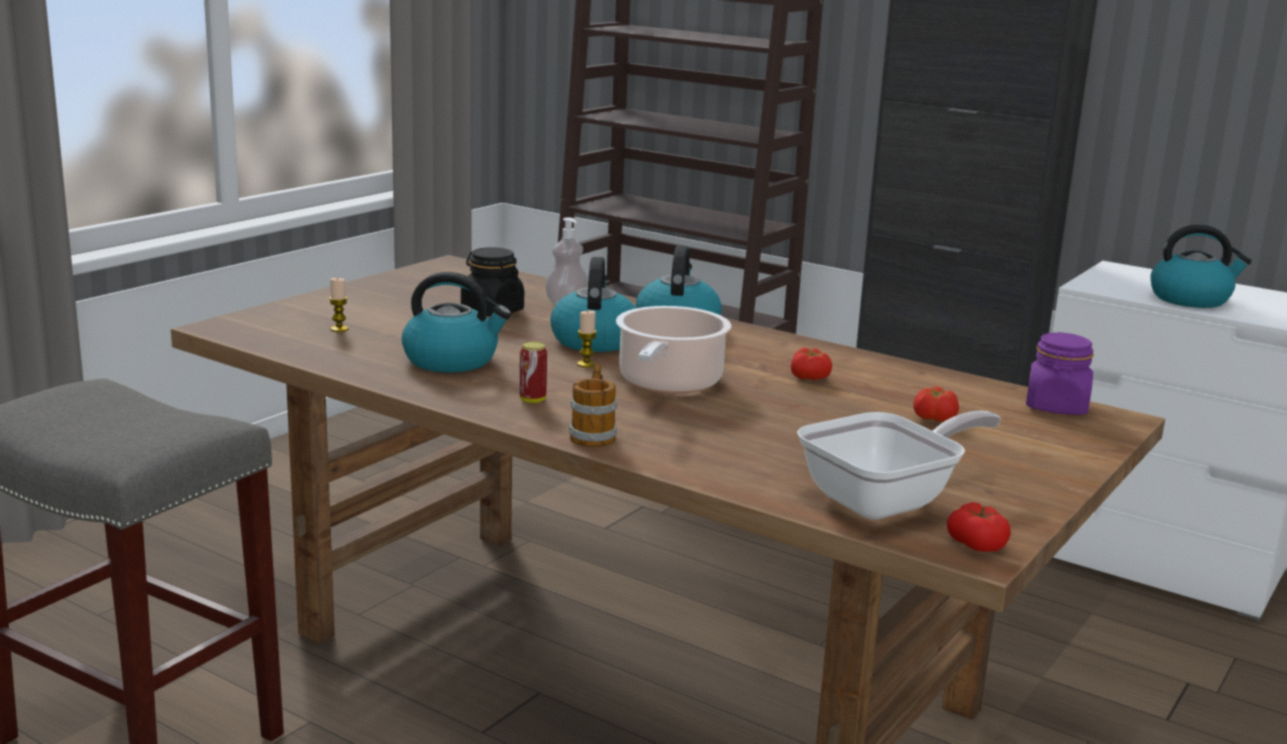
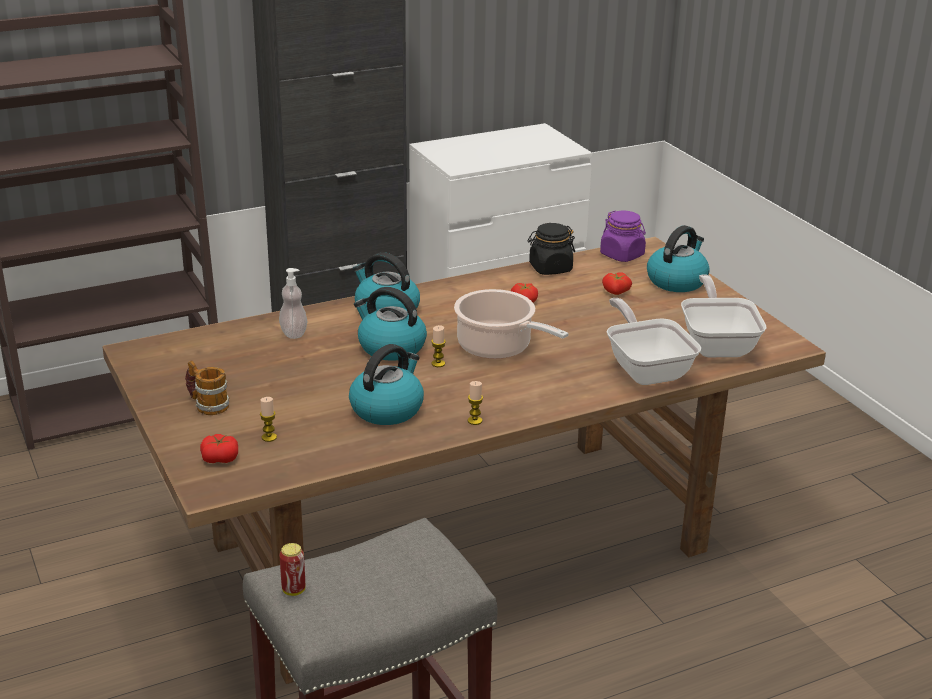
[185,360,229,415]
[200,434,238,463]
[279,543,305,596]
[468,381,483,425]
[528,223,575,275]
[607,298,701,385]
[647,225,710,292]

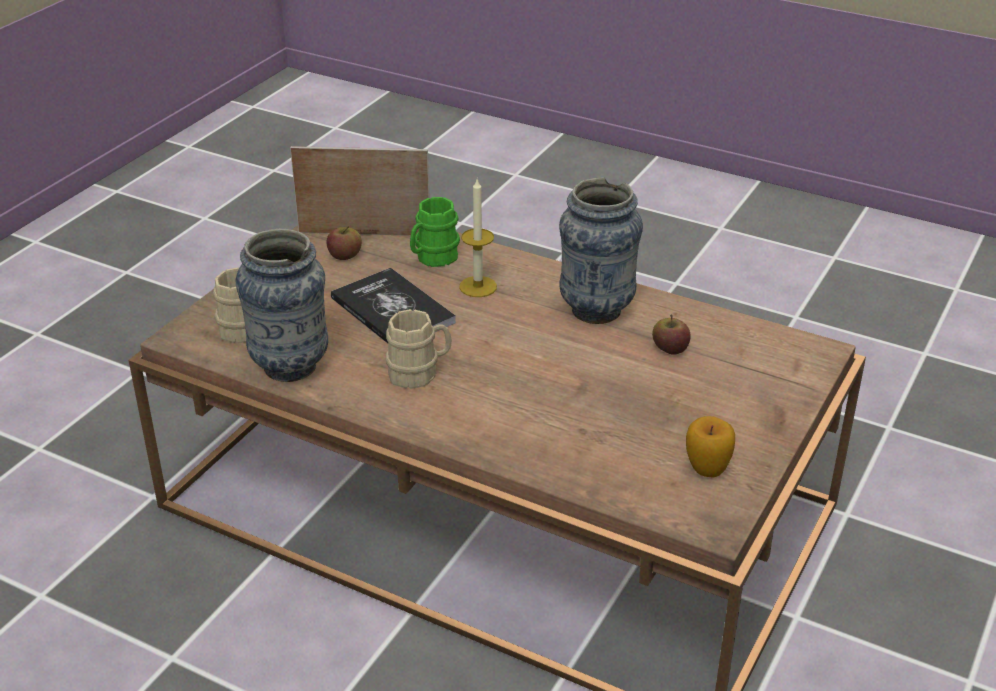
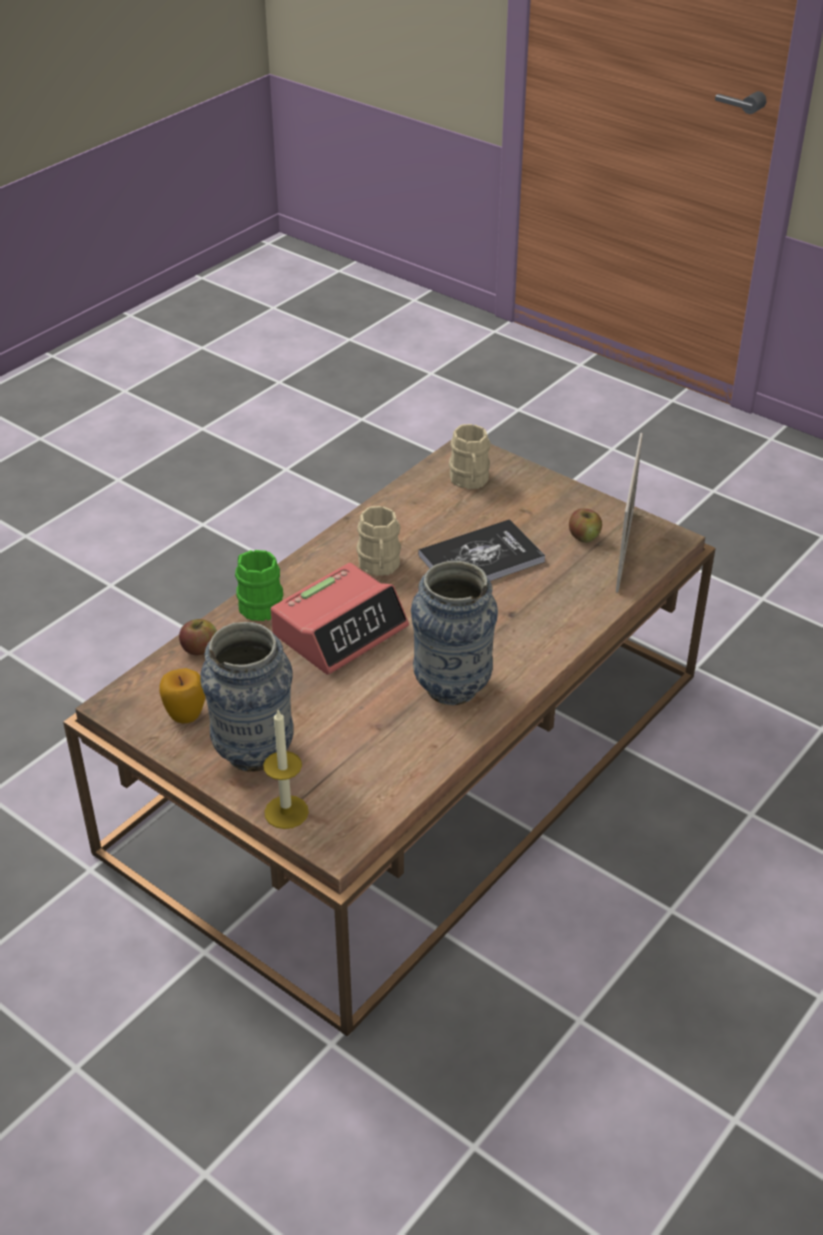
[179,619,217,655]
[200,622,294,772]
[235,550,283,621]
[263,710,309,829]
[271,563,409,675]

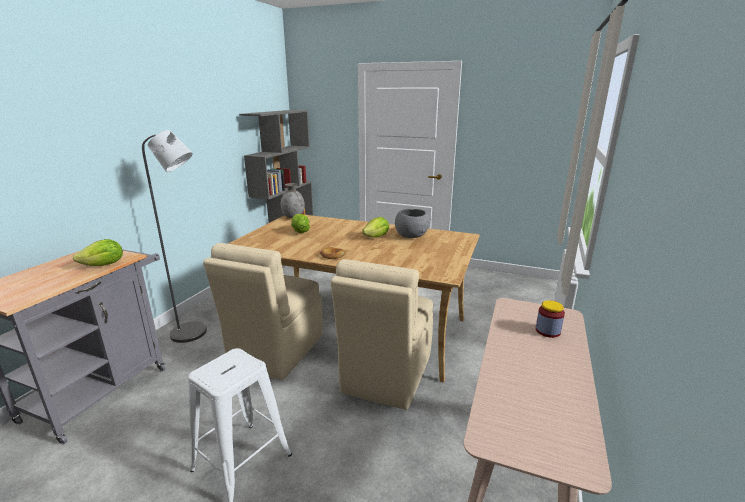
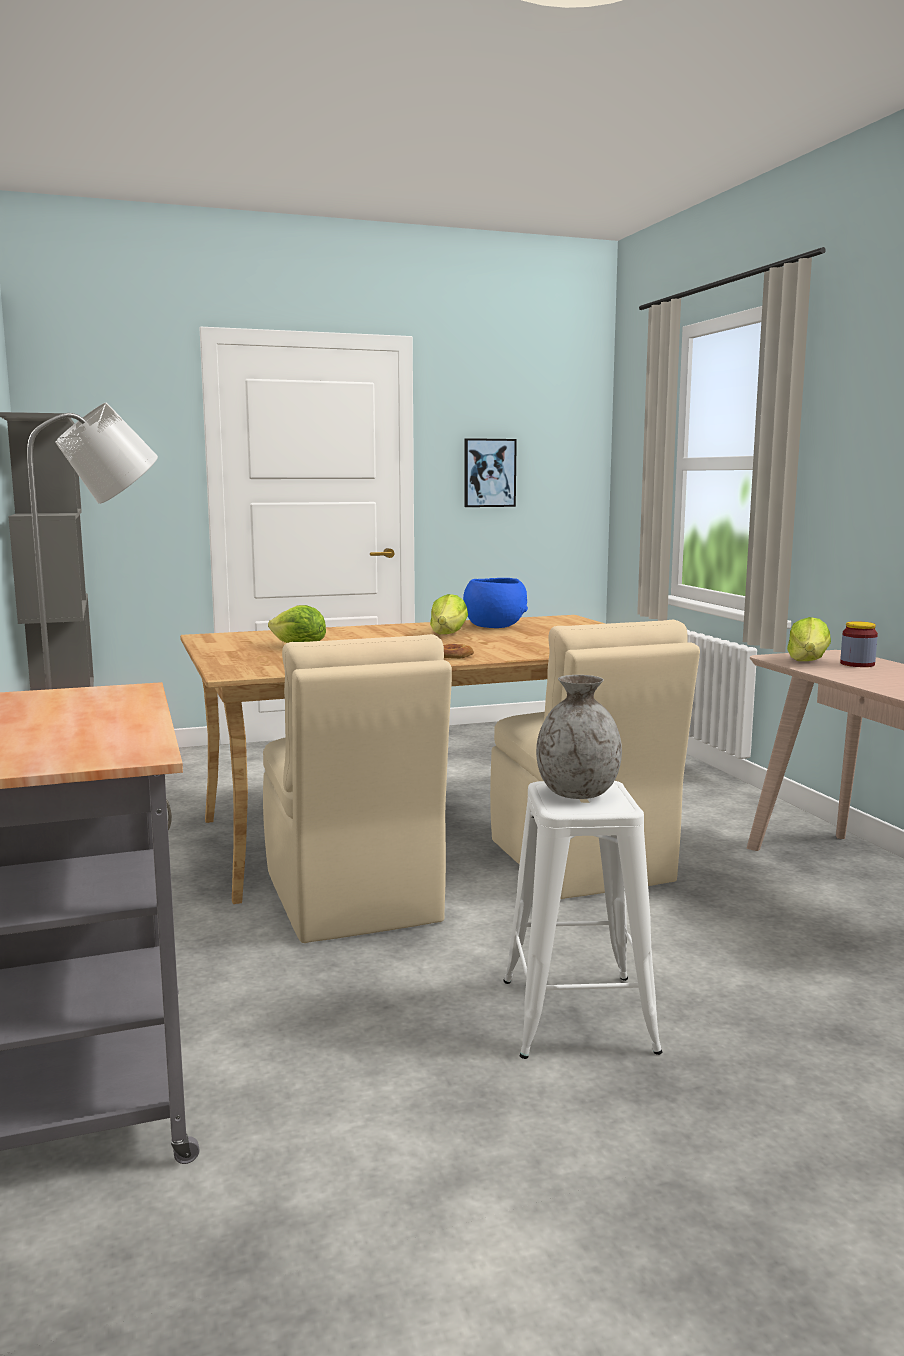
[463,578,528,628]
[464,438,517,507]
[536,675,622,799]
[787,617,831,661]

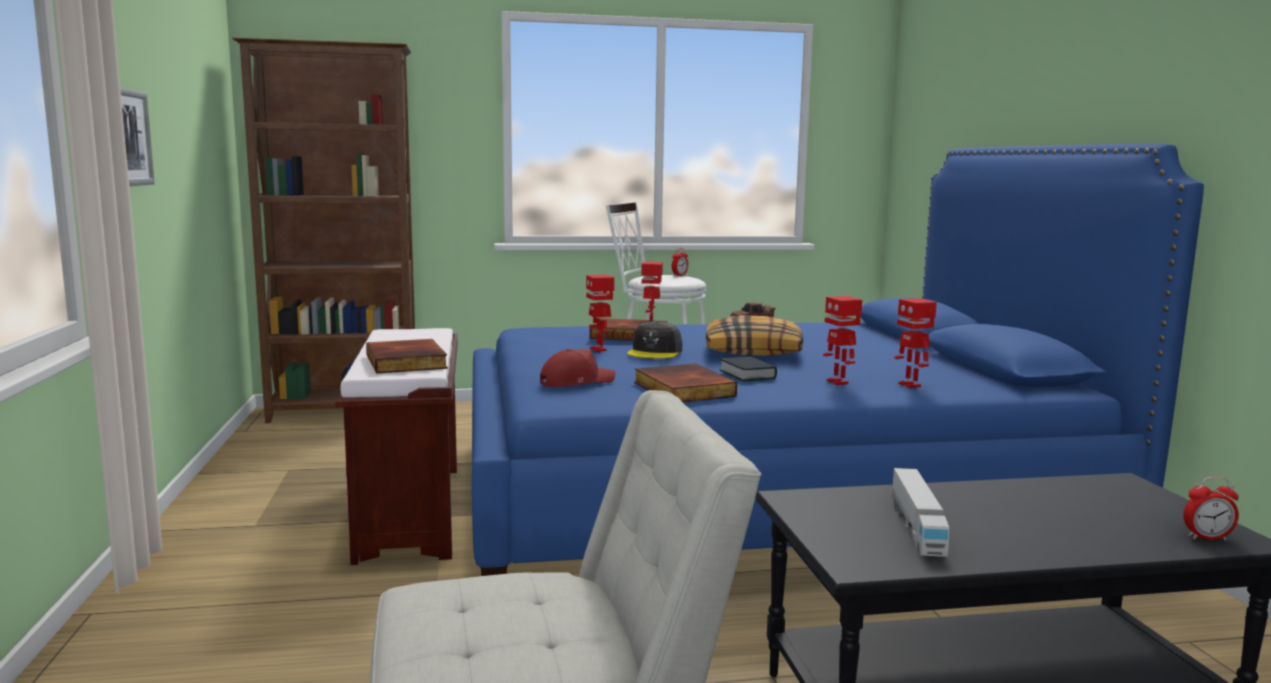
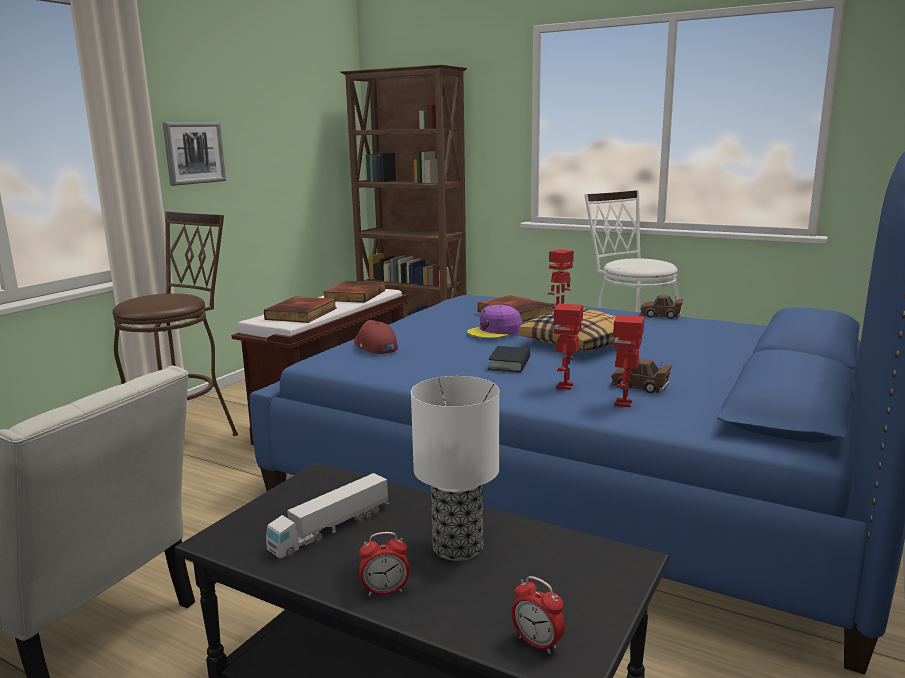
[112,212,238,436]
[323,281,385,303]
[354,320,398,354]
[359,532,410,596]
[411,376,499,561]
[467,305,522,338]
[611,358,672,393]
[586,275,614,352] (first image)

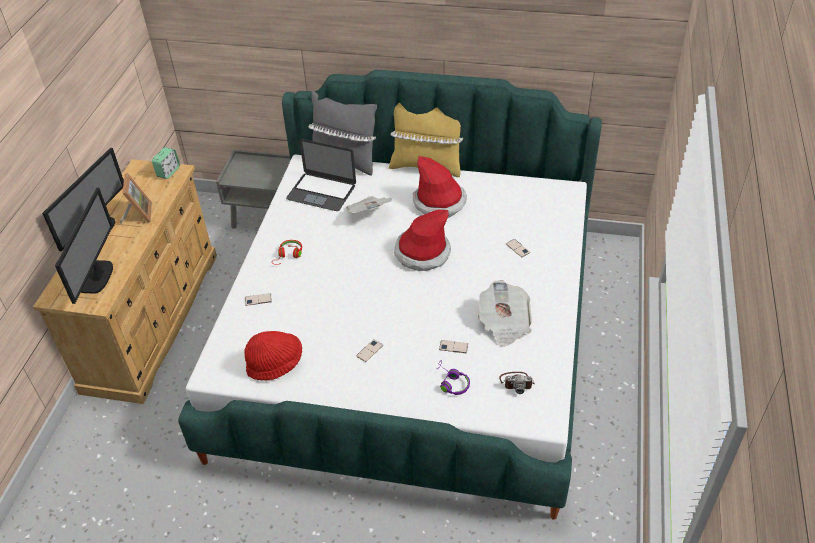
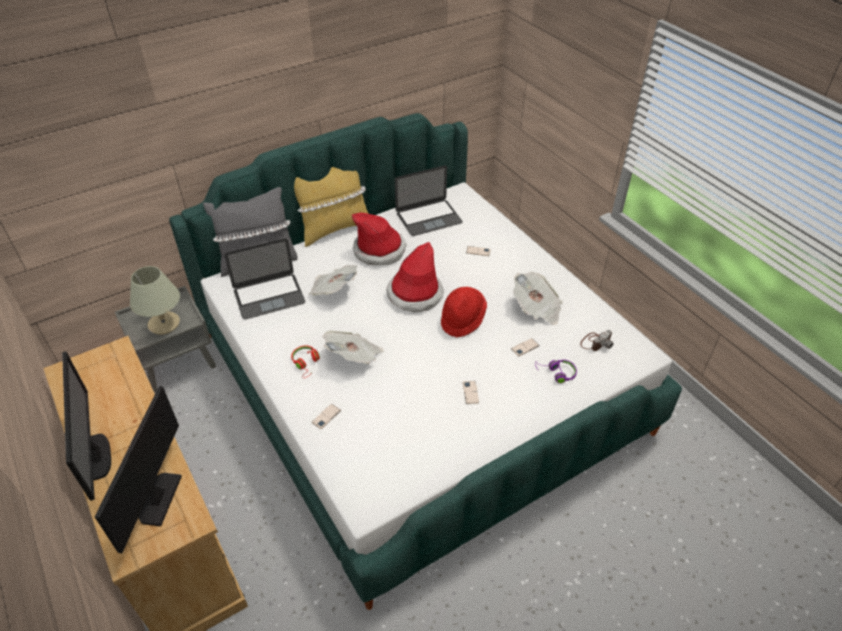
[95,386,182,553]
[130,266,180,335]
[323,331,384,364]
[395,165,463,236]
[441,286,487,338]
[120,173,152,224] (first image)
[152,147,180,179] (first image)

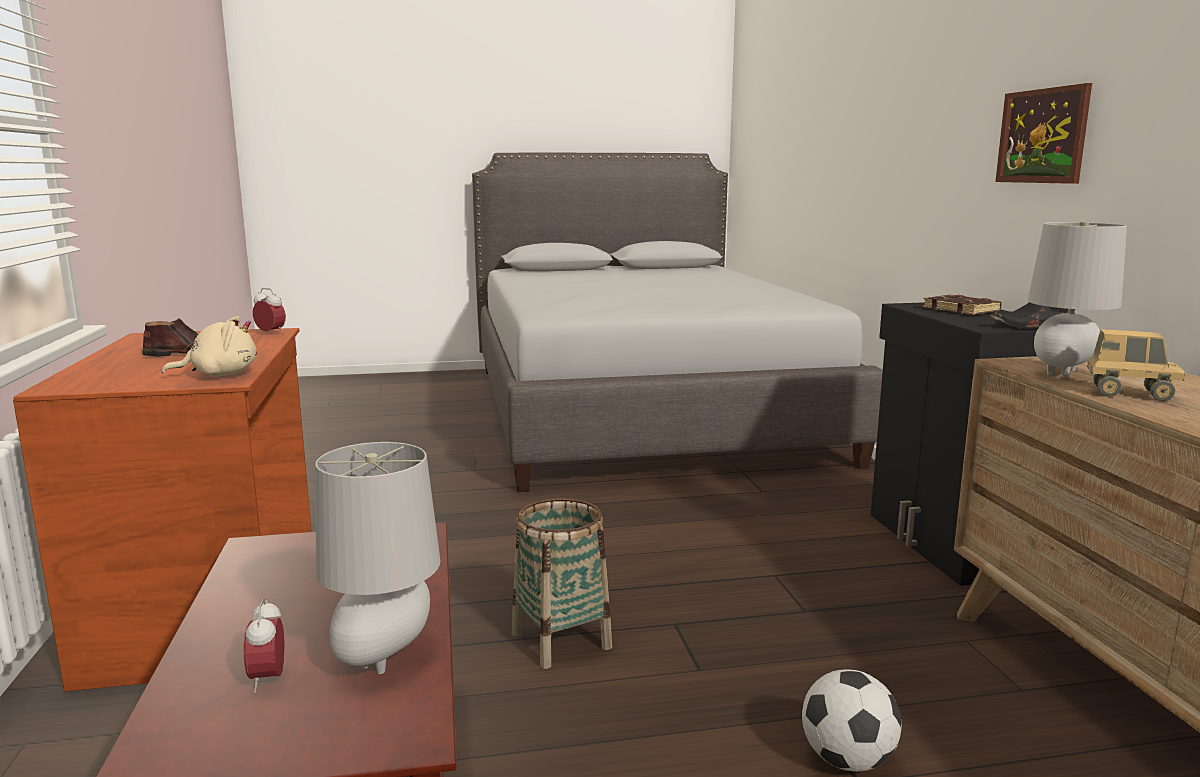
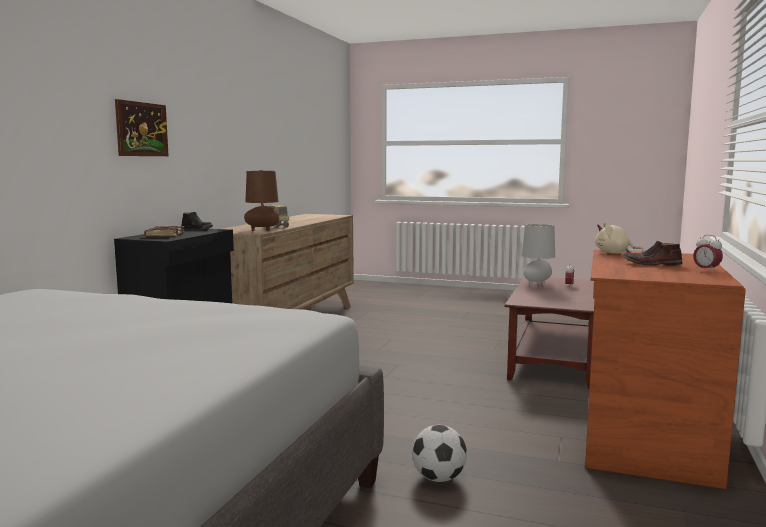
[244,170,279,231]
[412,425,467,482]
[693,235,723,272]
[512,498,612,669] (first image)

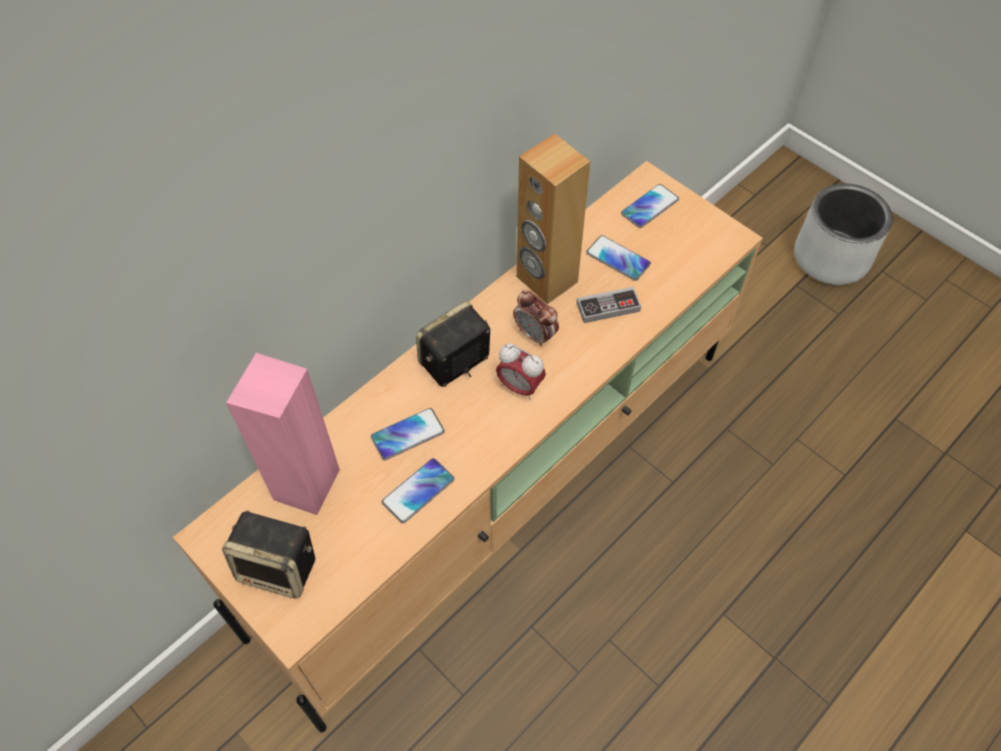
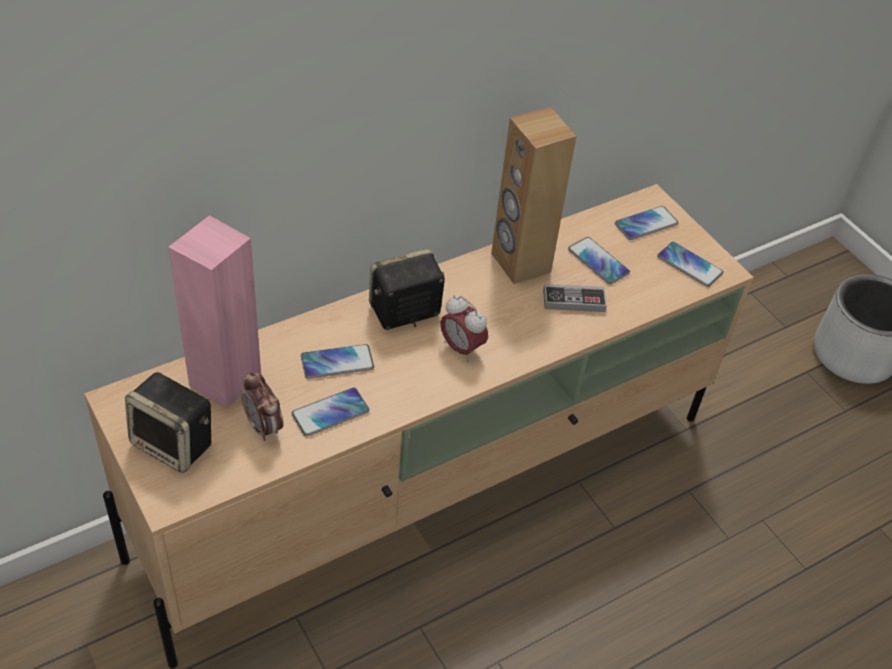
[241,371,283,441]
[657,242,723,287]

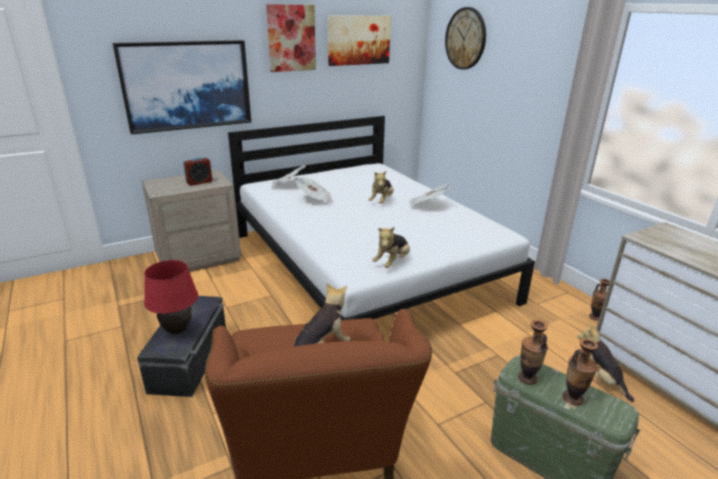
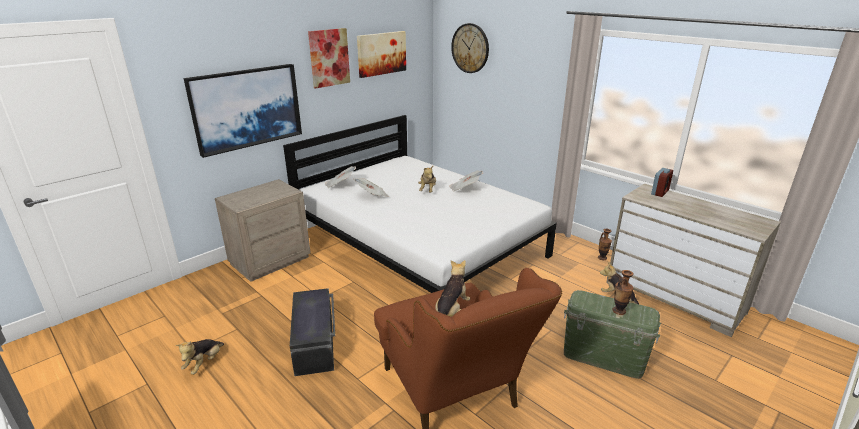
[176,339,224,375]
[651,168,673,197]
[144,260,198,334] (first image)
[518,320,548,385] (first image)

